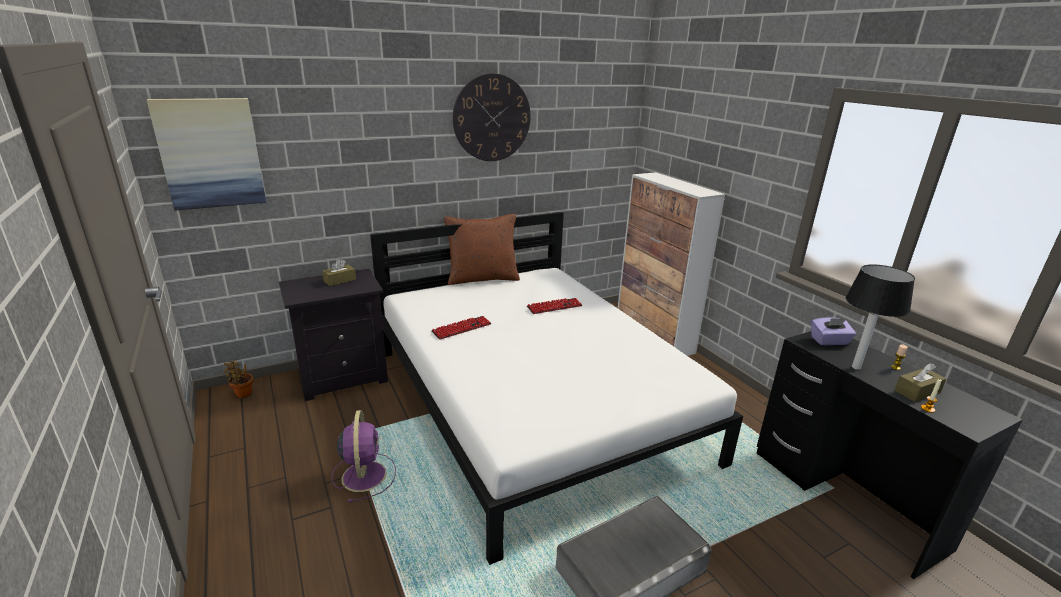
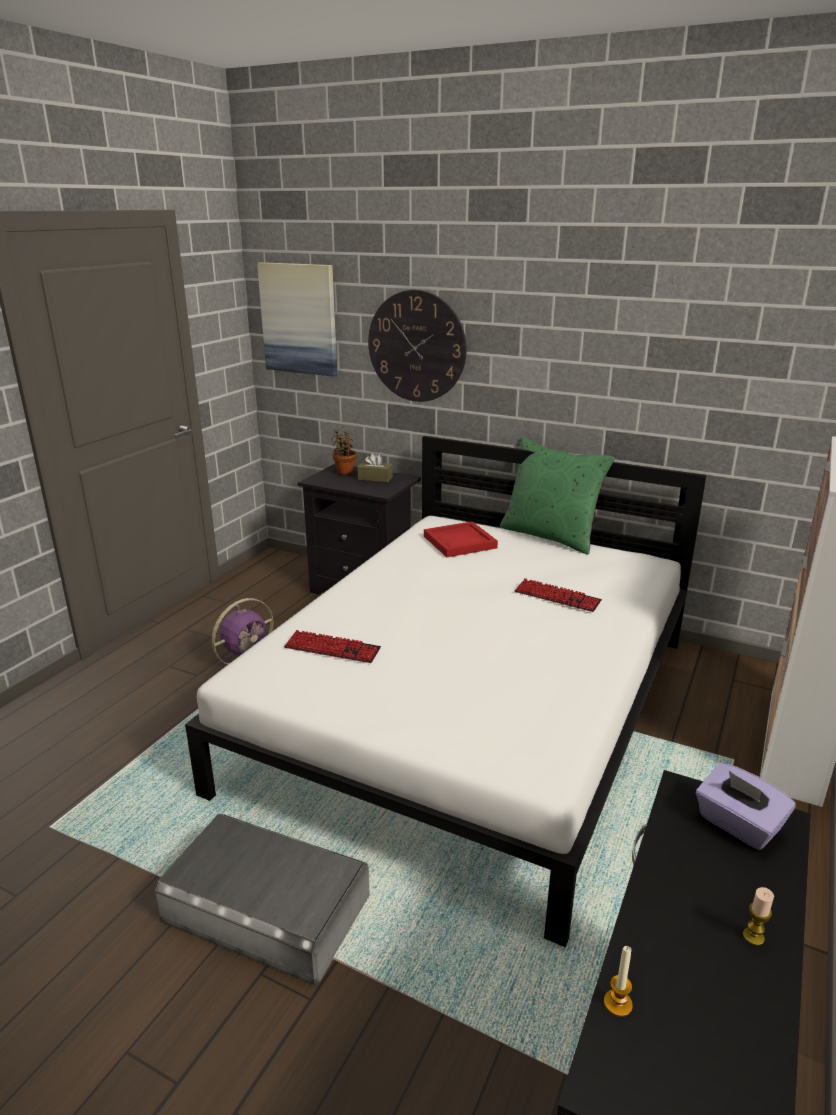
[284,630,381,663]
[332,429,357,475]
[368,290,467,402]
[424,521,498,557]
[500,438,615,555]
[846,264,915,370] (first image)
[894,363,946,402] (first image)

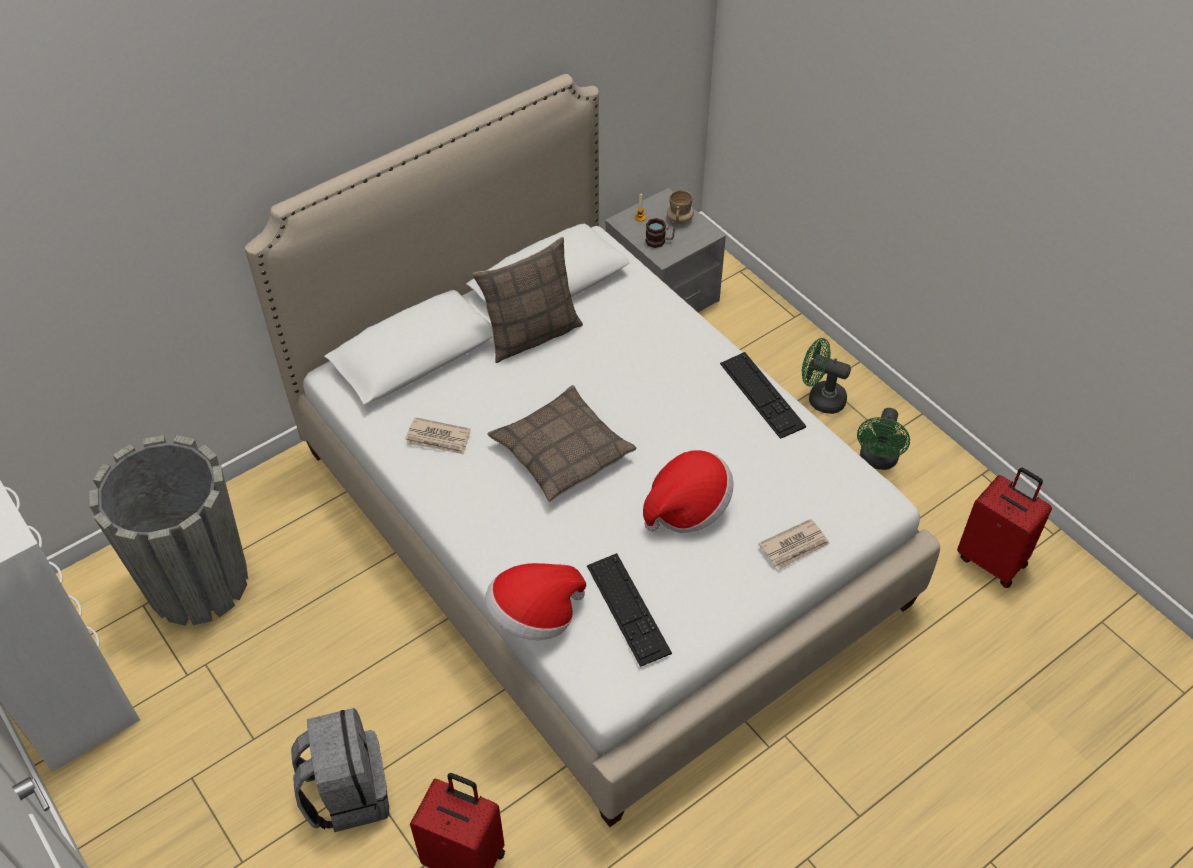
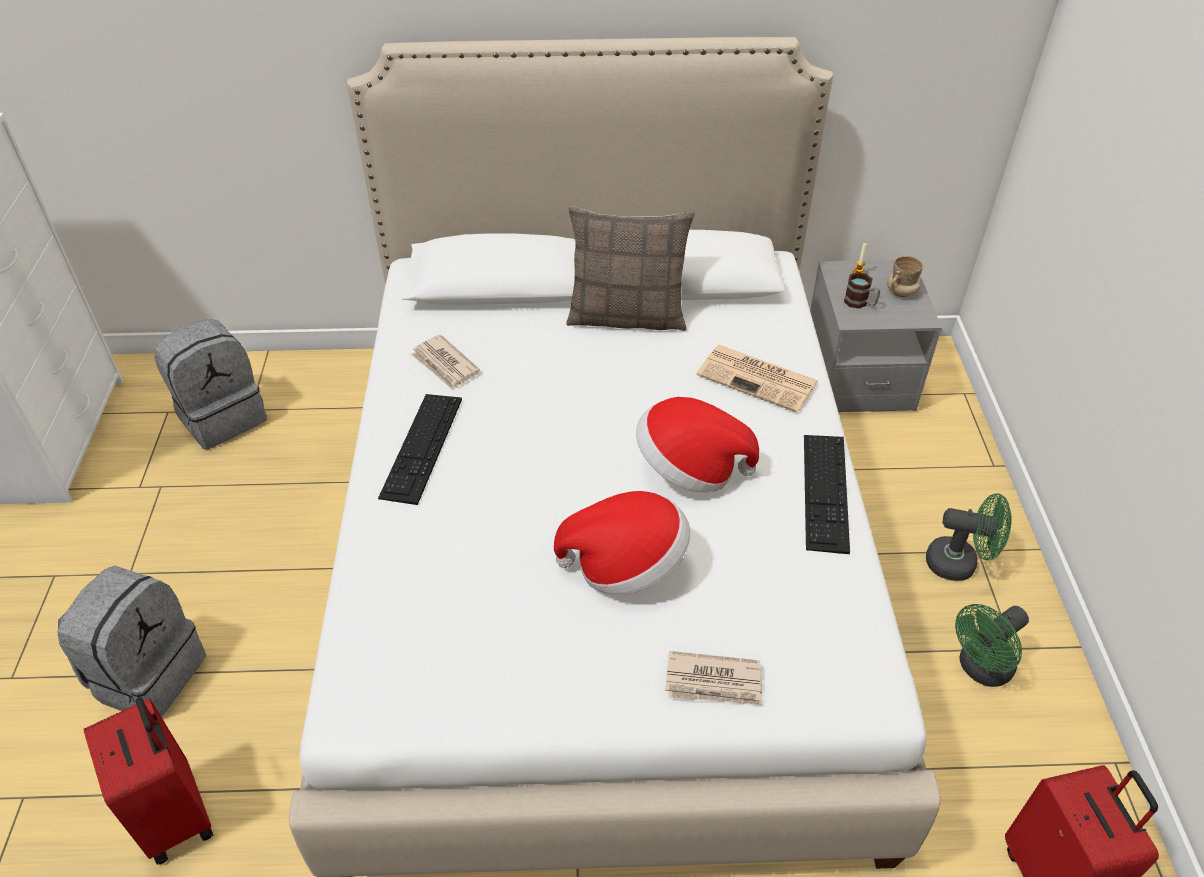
[154,319,267,449]
[378,394,462,505]
[636,397,759,492]
[697,345,818,413]
[926,493,1012,581]
[487,385,636,502] (first image)

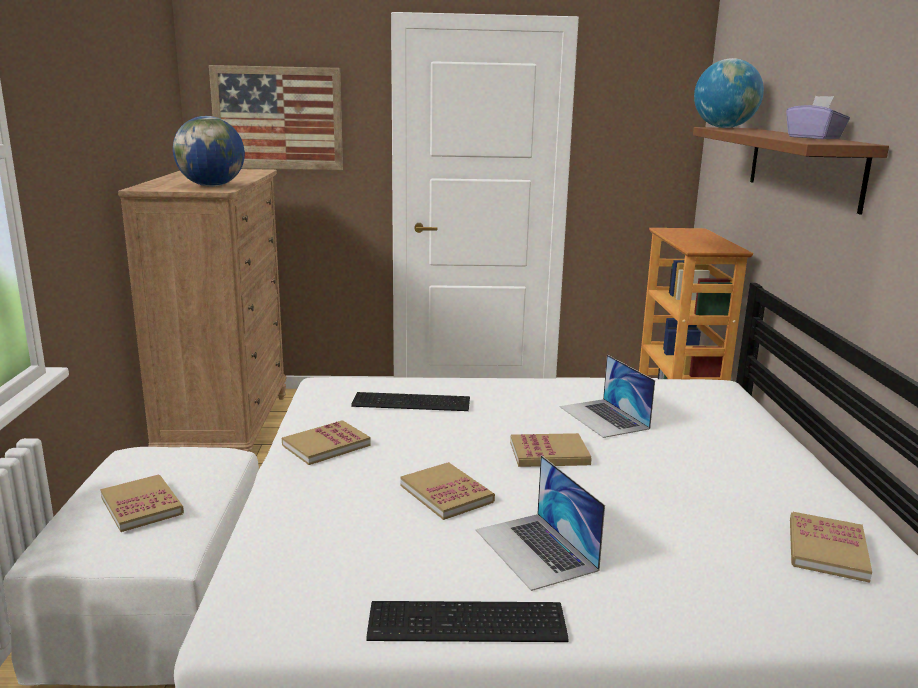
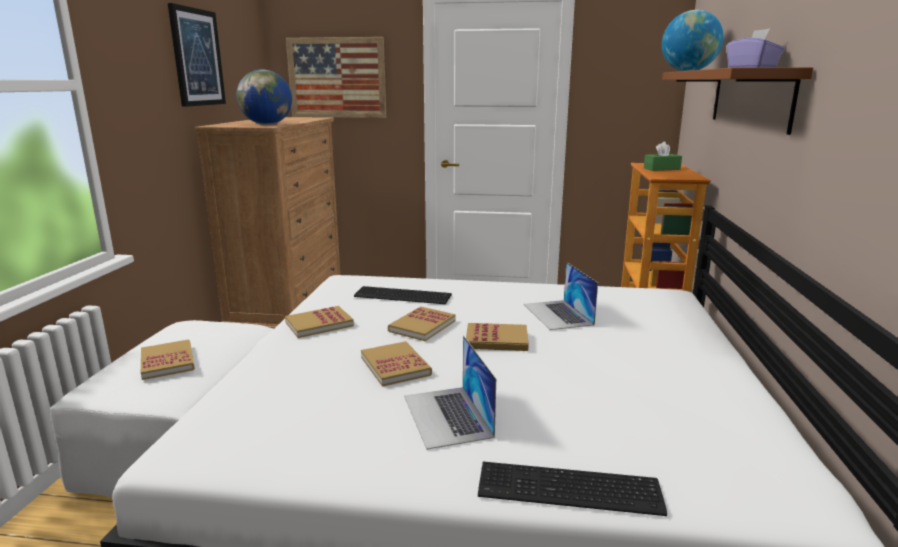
[168,3,226,107]
[388,307,456,341]
[478,462,667,516]
[644,142,682,171]

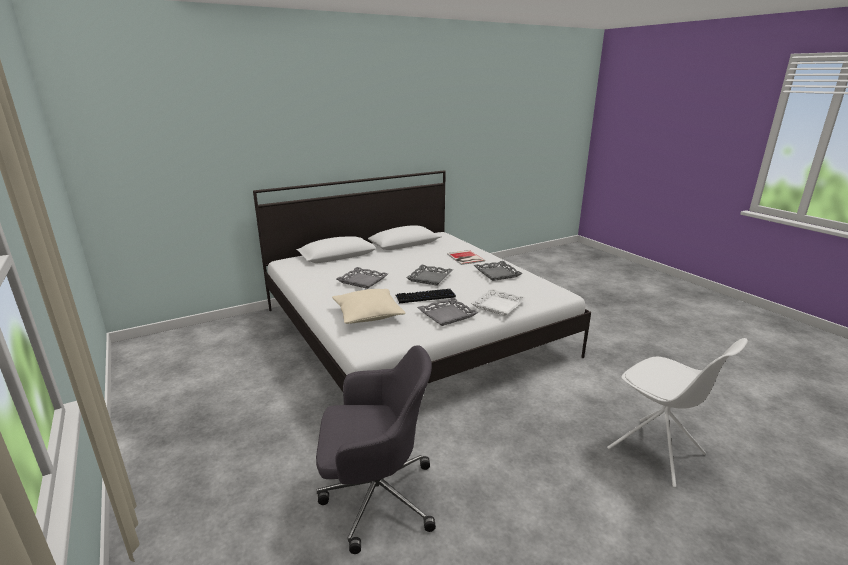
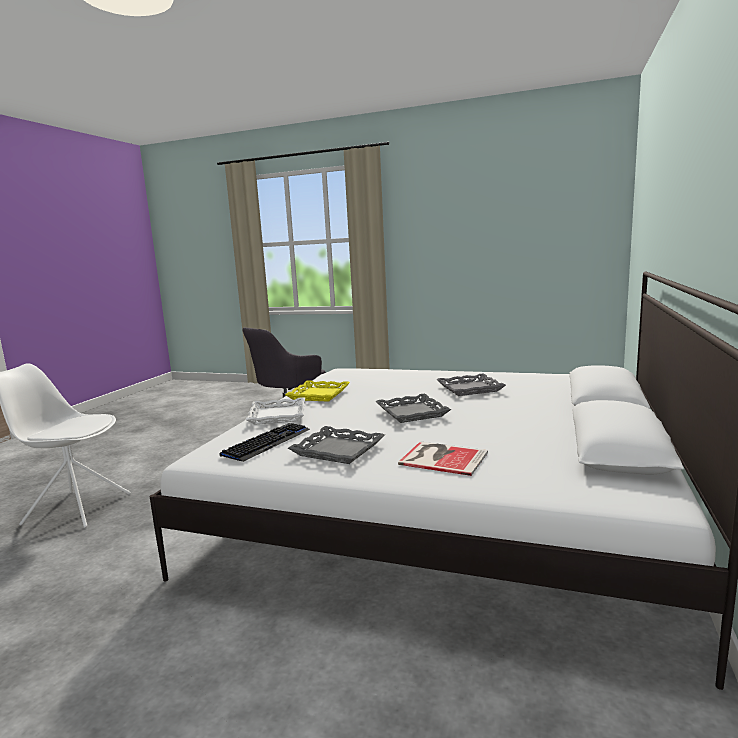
[220,423,310,462]
[285,380,350,402]
[332,289,406,324] (first image)

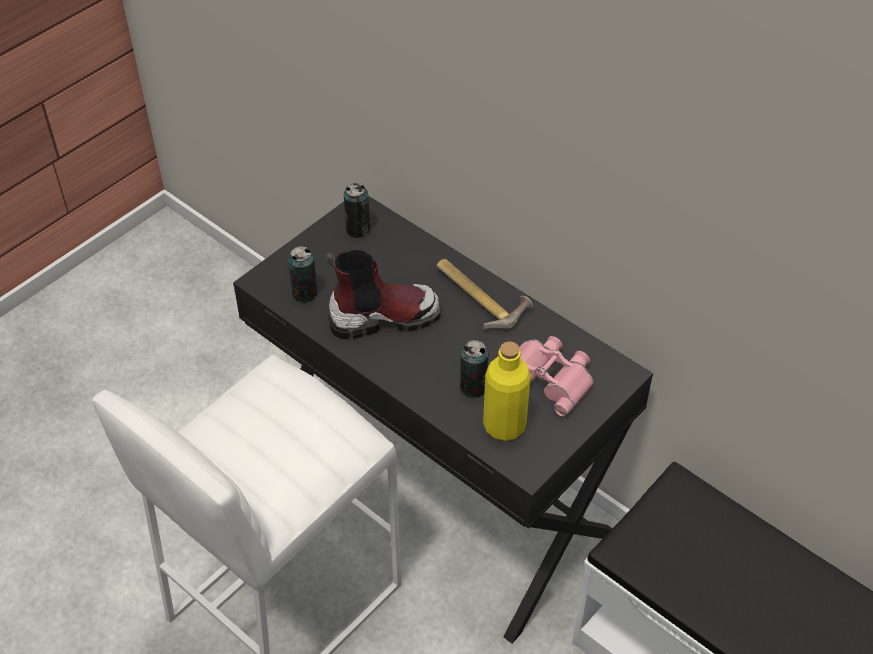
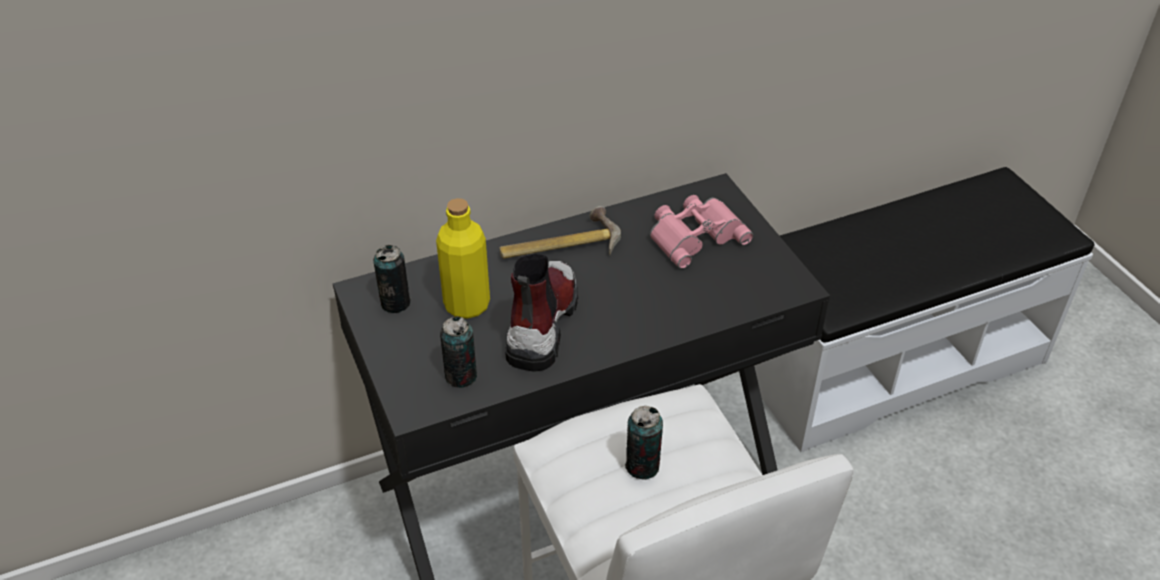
[436,198,490,319]
[625,406,663,480]

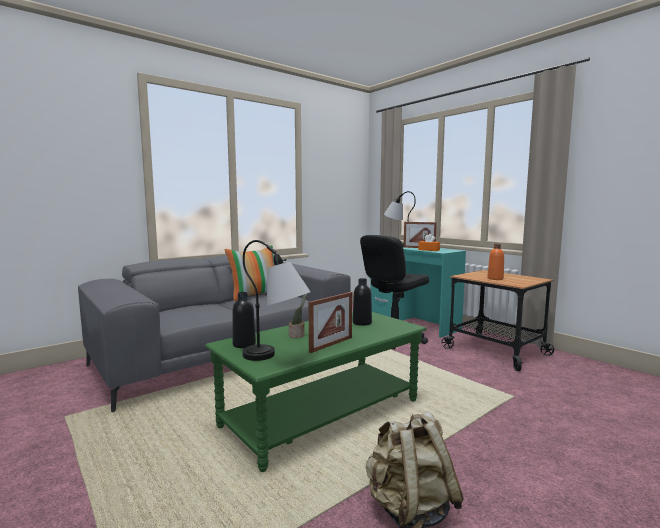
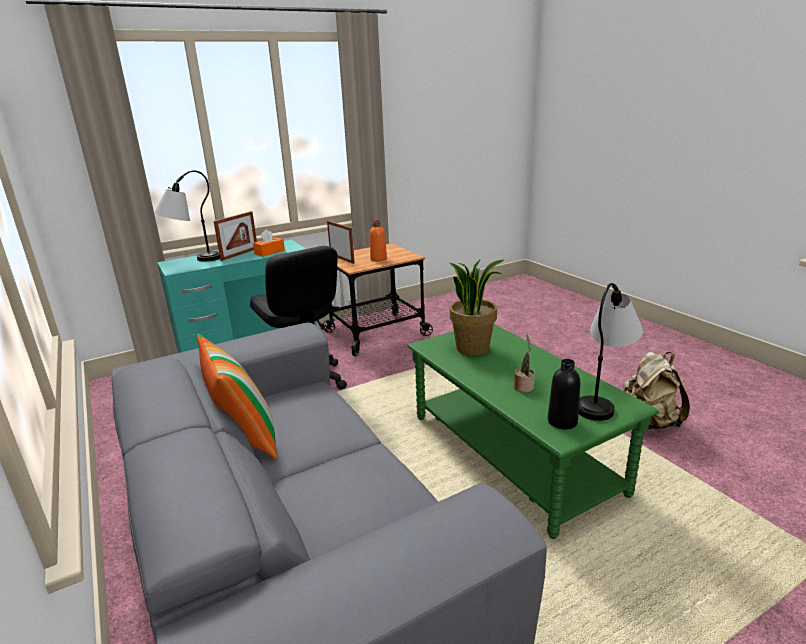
[327,221,355,264]
[448,259,504,356]

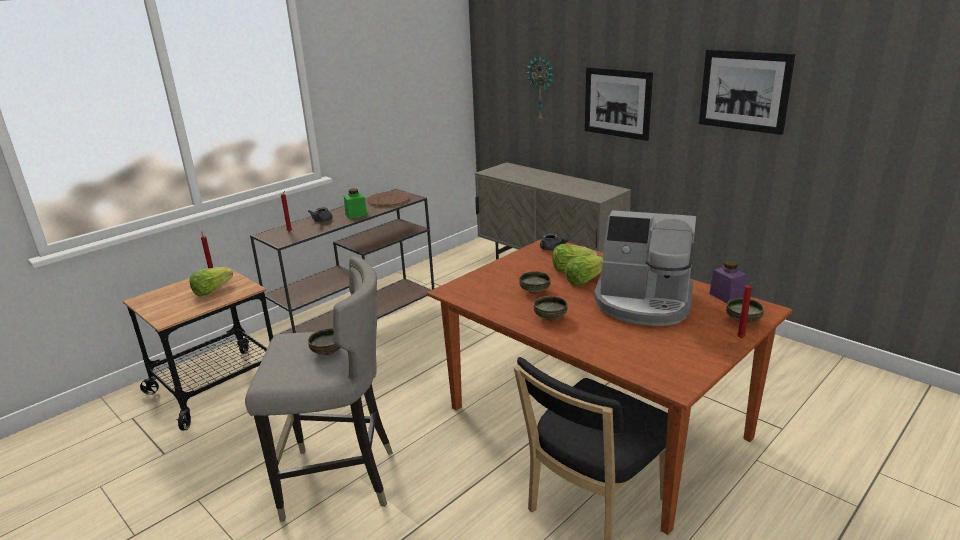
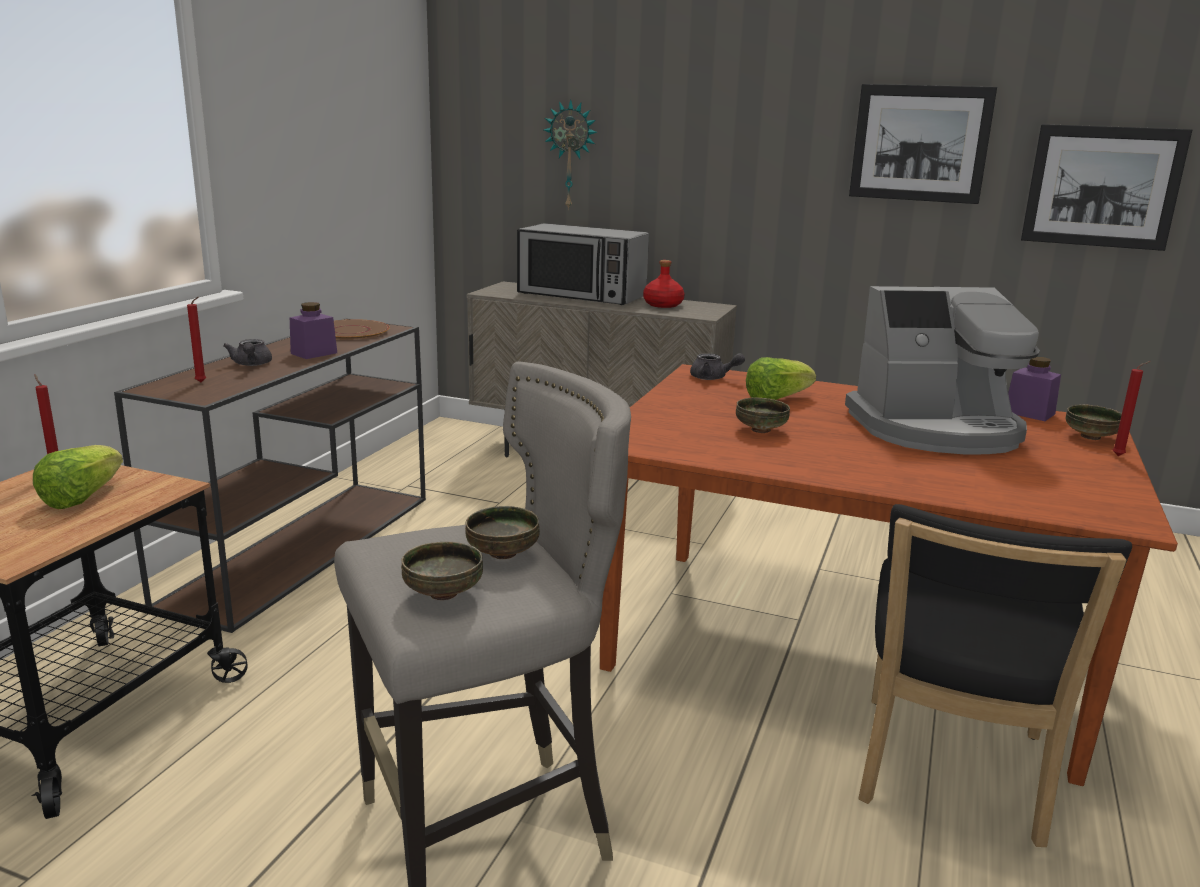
[290,302,337,359]
[401,542,483,600]
[517,223,649,305]
[643,260,685,308]
[1021,124,1192,251]
[565,255,603,286] (first image)

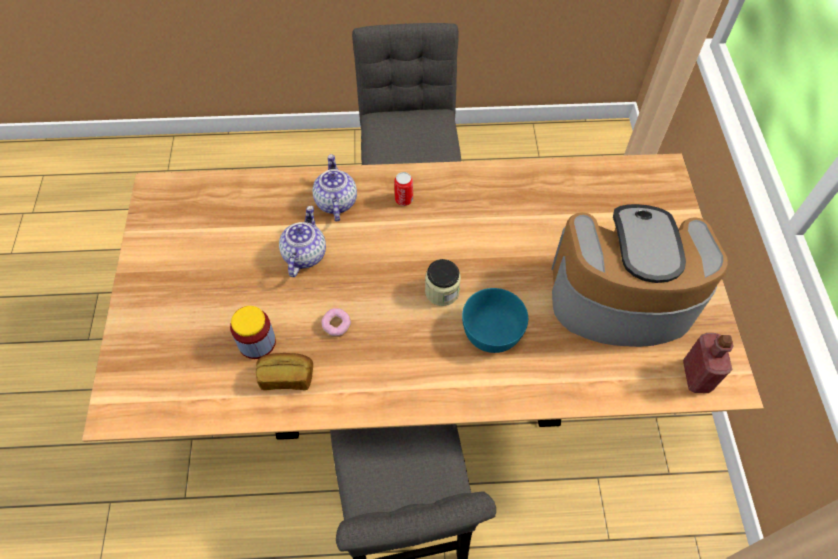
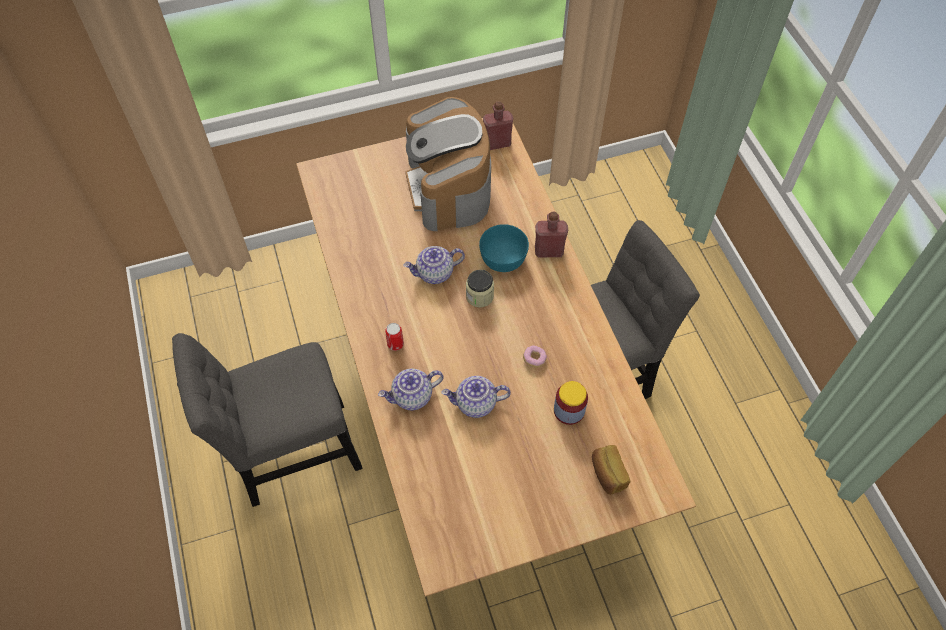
[403,246,465,284]
[535,212,568,258]
[592,445,630,494]

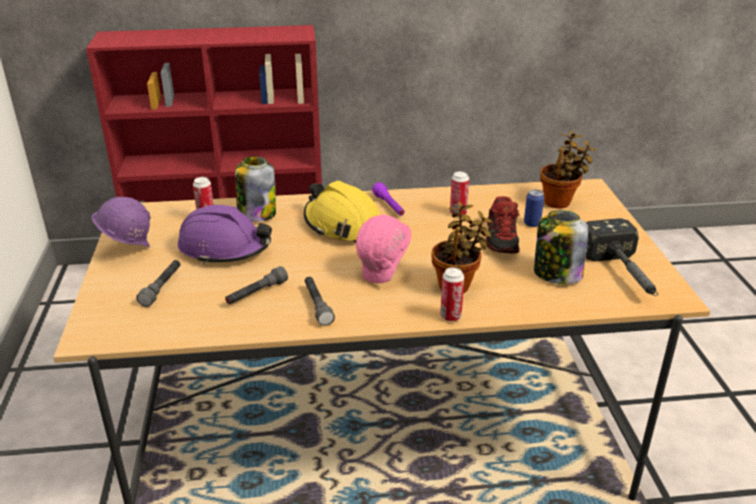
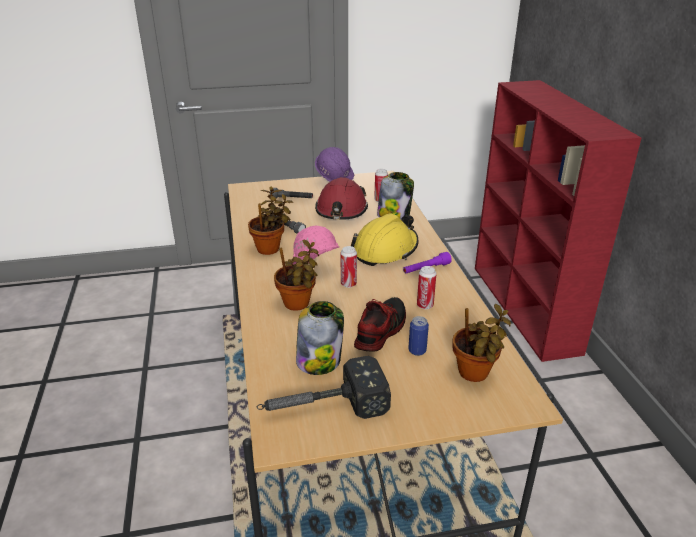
[248,186,293,255]
[315,177,368,220]
[341,246,357,288]
[354,297,406,352]

